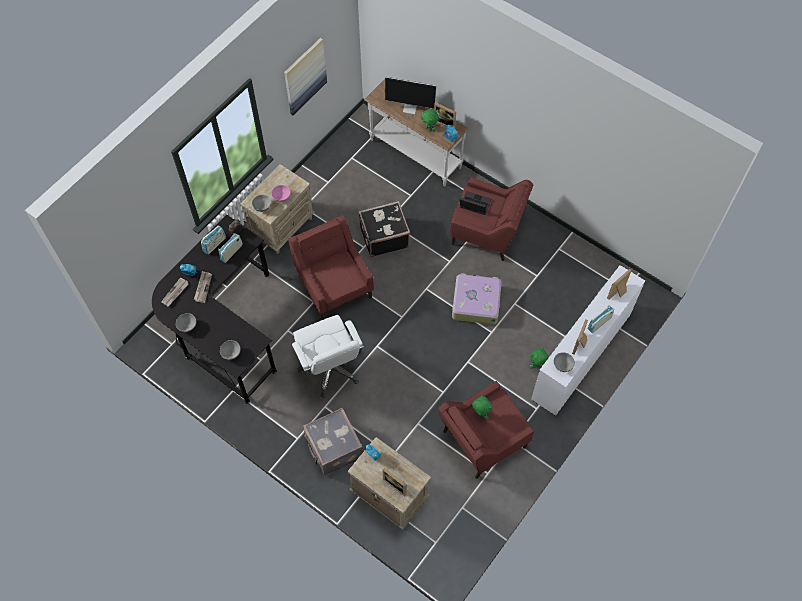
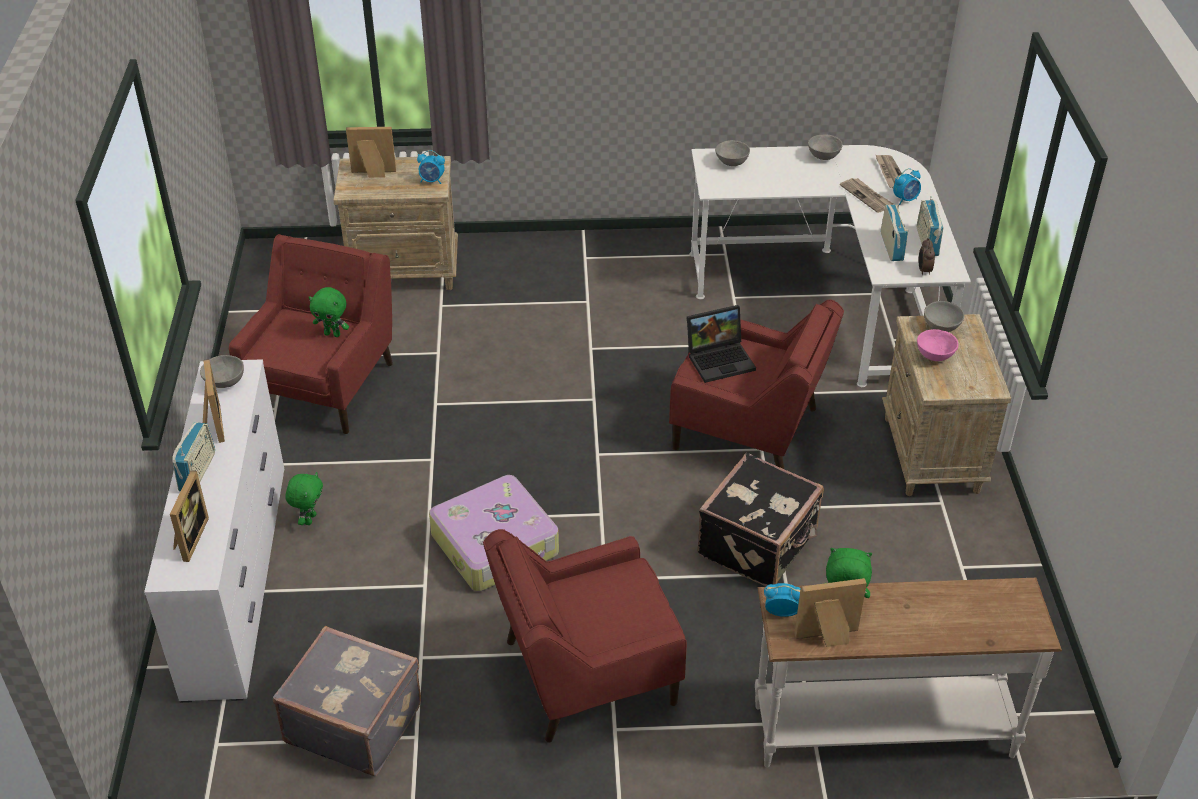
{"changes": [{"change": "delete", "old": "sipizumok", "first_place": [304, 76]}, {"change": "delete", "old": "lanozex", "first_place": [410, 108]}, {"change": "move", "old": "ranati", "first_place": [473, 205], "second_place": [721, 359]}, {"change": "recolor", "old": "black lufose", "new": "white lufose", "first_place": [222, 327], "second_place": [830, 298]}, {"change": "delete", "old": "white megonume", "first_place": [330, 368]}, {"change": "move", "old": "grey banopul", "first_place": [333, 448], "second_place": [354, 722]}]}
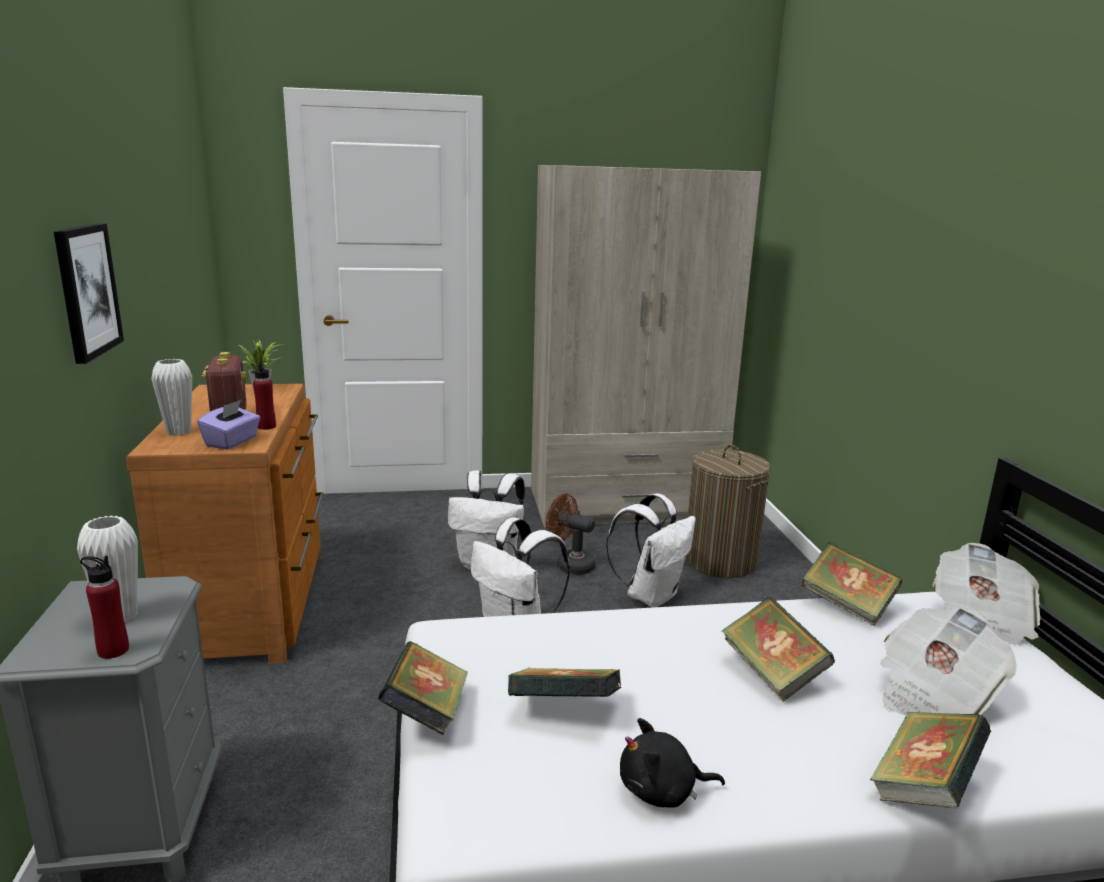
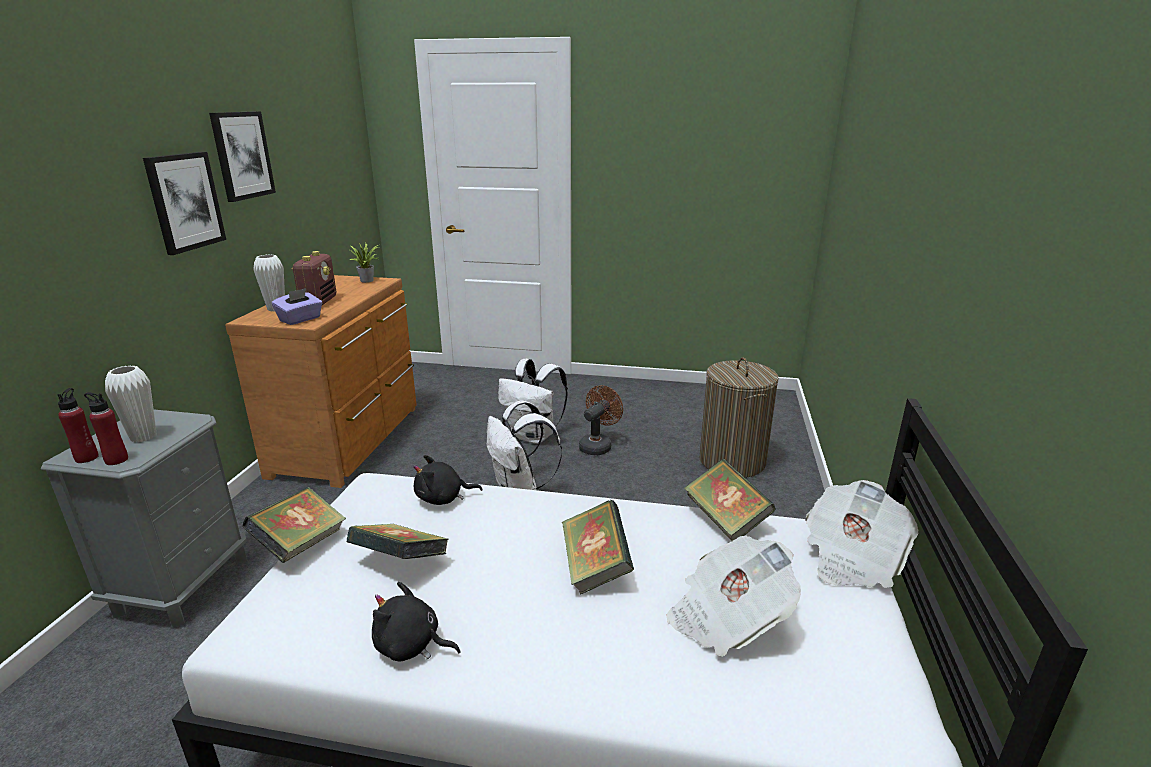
{"changes": [{"change": "delete", "old": "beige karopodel", "first_place": [624, 504]}, {"change": "move", "old": "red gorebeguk", "first_place": [266, 426], "second_place": [87, 458]}, {"change": "rotate", "old": "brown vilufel", "first_place": [570, 564], "second_place": [598, 445], "degrees": 75}, {"change": "delete", "old": "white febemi", "first_place": [651, 595]}, {"change": "delete", "old": "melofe", "first_place": [923, 786]}, {"change": "insert", "new": "sipizumok", "second_place": [242, 155]}, {"change": "insert", "new": "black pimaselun", "second_place": [443, 498]}]}
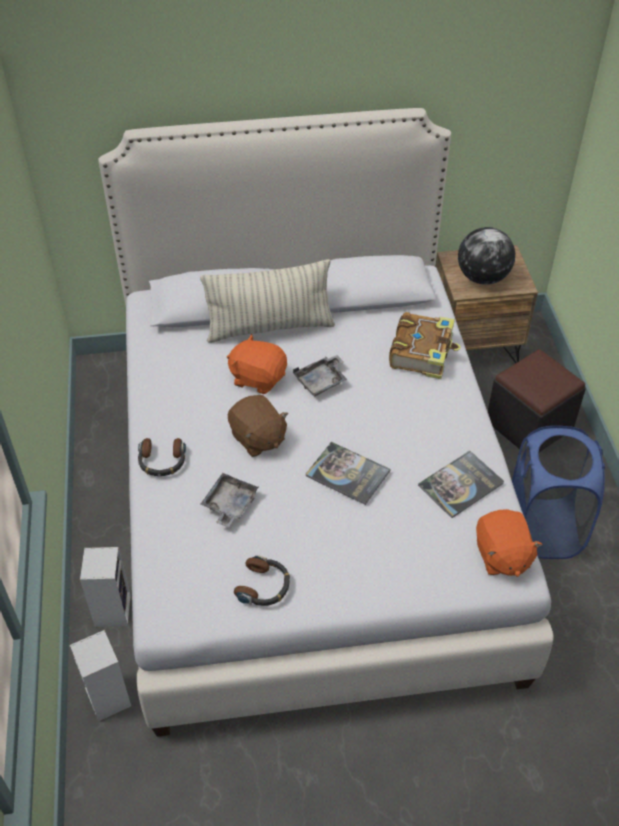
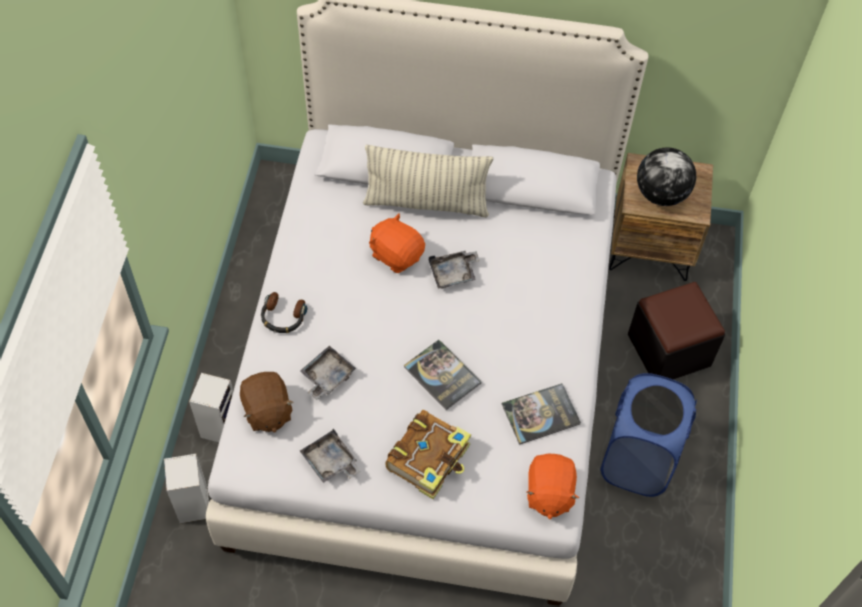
{"changes": [{"change": "move", "old": "melofe", "first_place": [422, 352], "second_place": [429, 458]}, {"change": "move", "old": "brown pimaselun", "first_place": [257, 438], "second_place": [267, 411]}, {"change": "replace", "old": "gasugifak", "new": "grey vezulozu", "first_place": [264, 586], "second_place": [330, 462]}]}
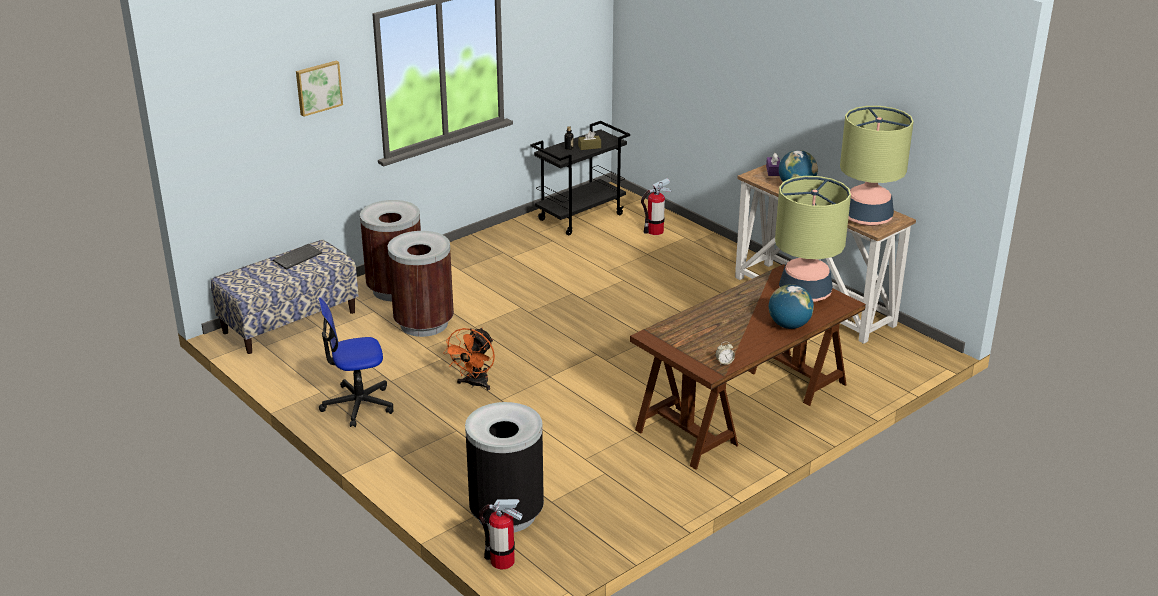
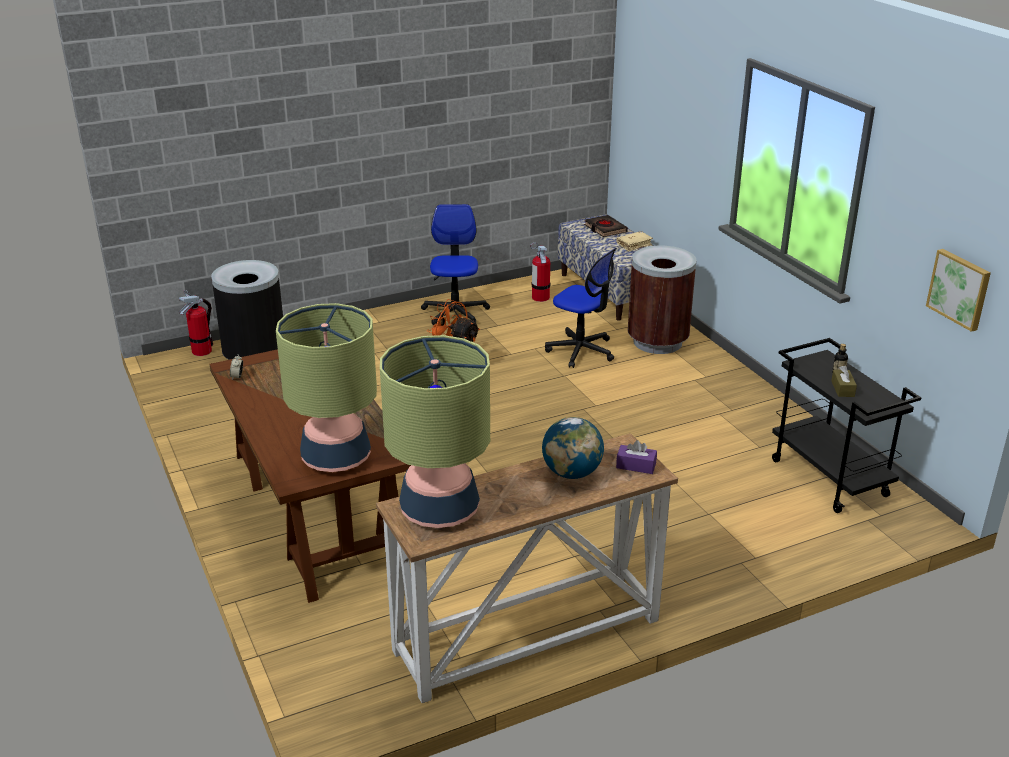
{"changes": [{"change": "move", "old": "sipizumok", "first_place": [318, 87], "second_place": [960, 289]}, {"change": "move", "old": "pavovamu", "first_place": [655, 231], "second_place": [540, 297]}, {"change": "replace", "old": "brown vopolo", "new": "megonume", "first_place": [424, 324], "second_place": [581, 351]}, {"change": "replace", "old": "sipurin", "new": "beige melofe", "first_place": [297, 257], "second_place": [634, 245]}, {"change": "delete", "old": "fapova", "first_place": [789, 325]}, {"change": "insert", "new": "black melofe", "second_place": [605, 229]}]}
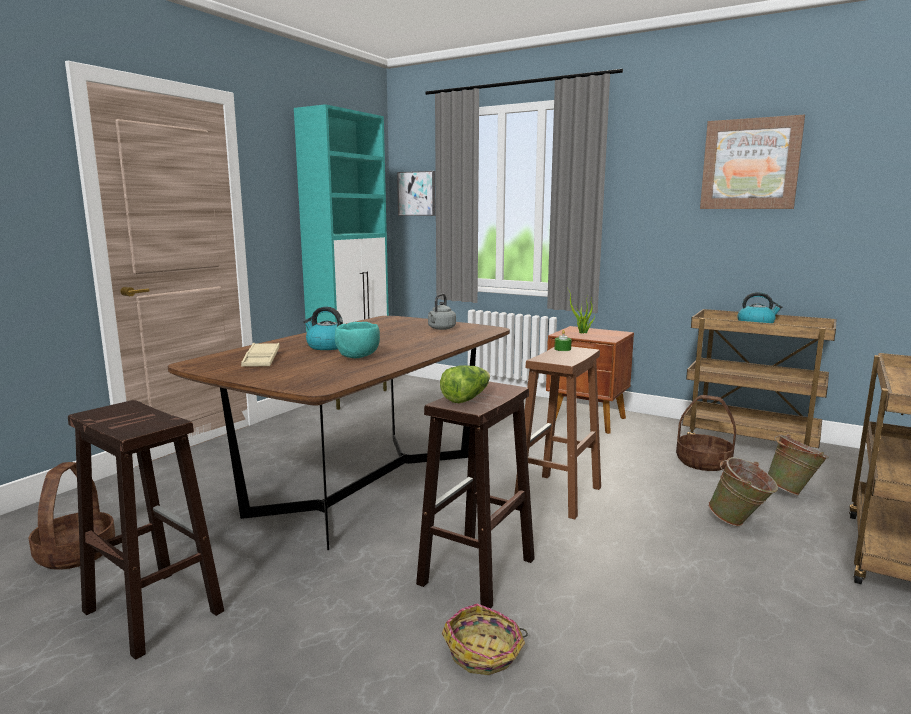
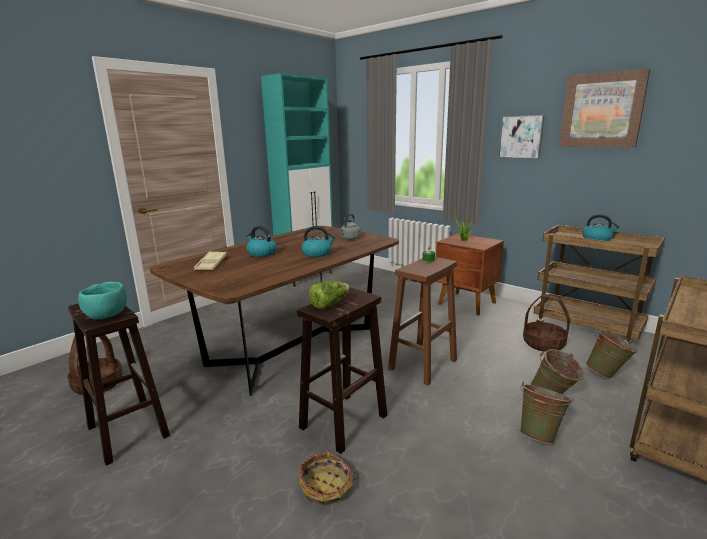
{"changes": [{"change": "move", "old": "sipizumok", "first_place": [417, 193], "second_place": [521, 137]}, {"change": "move", "old": "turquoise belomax", "first_place": [358, 356], "second_place": [108, 315]}, {"change": "insert", "new": "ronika", "second_place": [317, 253]}, {"change": "insert", "new": "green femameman", "second_place": [540, 434]}]}
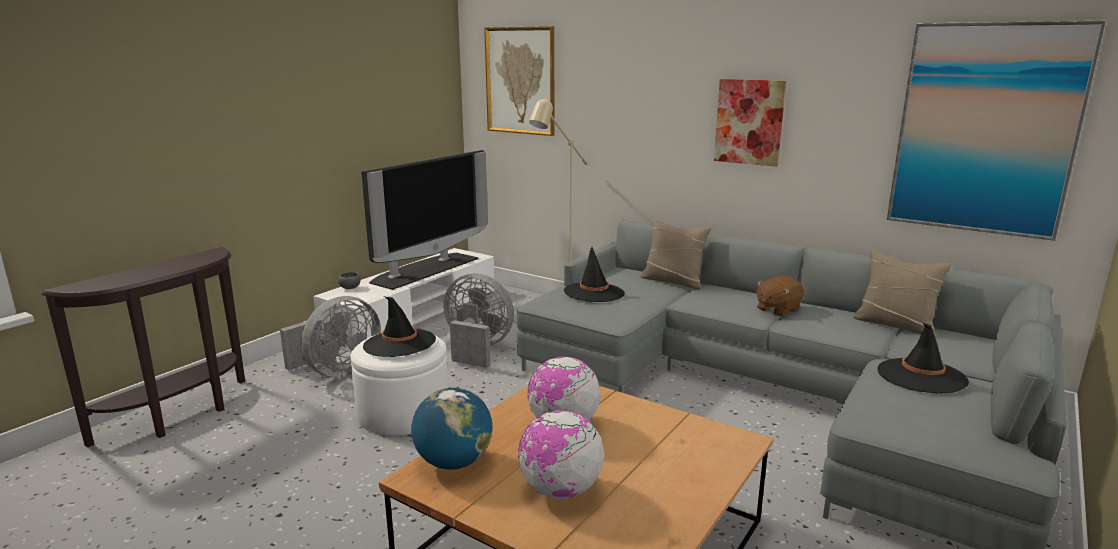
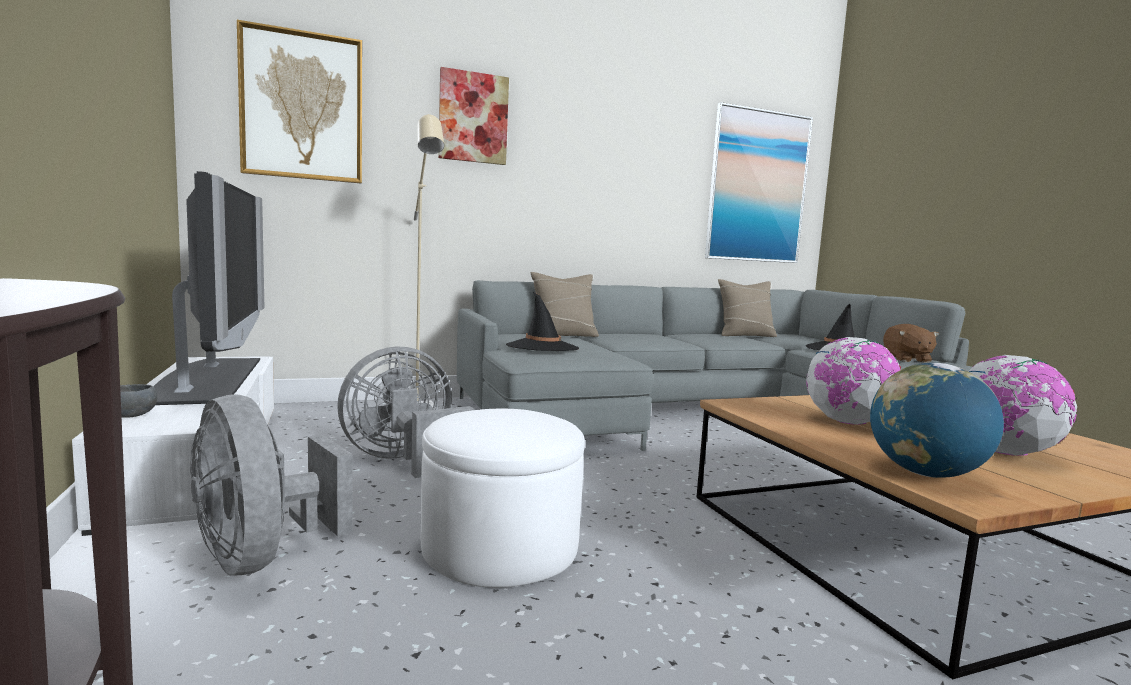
{"changes": [{"change": "move", "old": "sipizumok", "first_place": [749, 122], "second_place": [473, 118]}, {"change": "move", "old": "brown pimaselun", "first_place": [777, 310], "second_place": [906, 359]}, {"change": "rotate", "old": "grey vilufel", "first_place": [337, 372], "second_place": [261, 556], "degrees": 150}, {"change": "delete", "old": "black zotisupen", "first_place": [399, 343]}]}
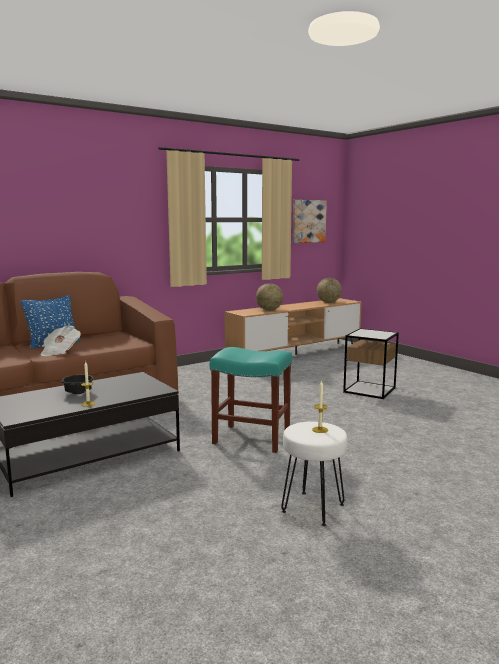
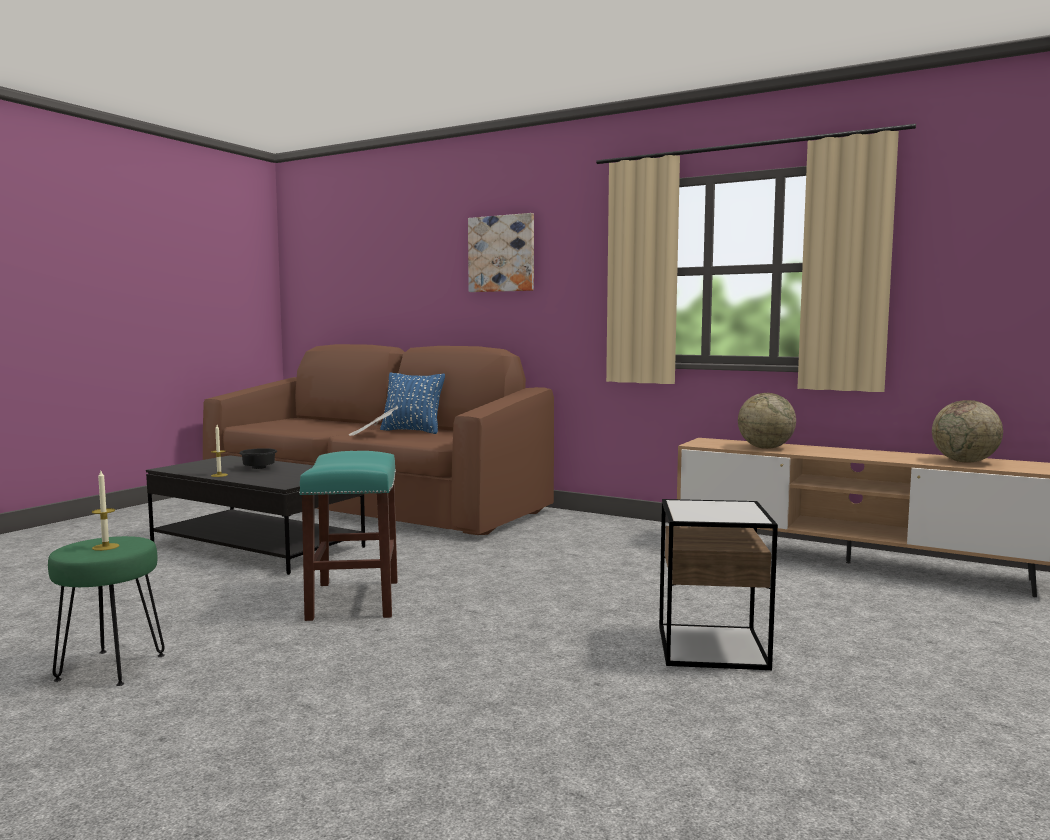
{"changes": [{"change": "move", "old": "sipizumok", "first_place": [308, 221], "second_place": [502, 254]}, {"change": "recolor", "old": "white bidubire", "new": "green bidubire", "first_place": [313, 508], "second_place": [109, 668]}]}
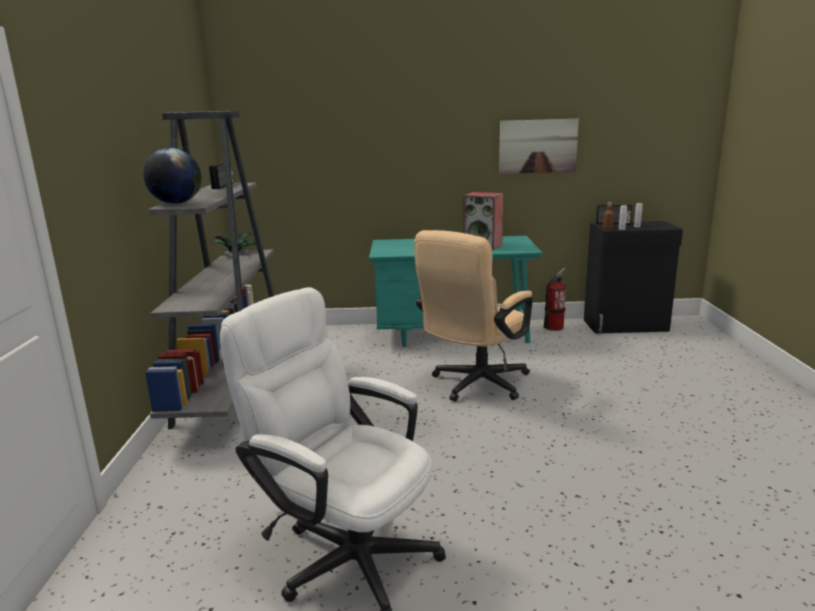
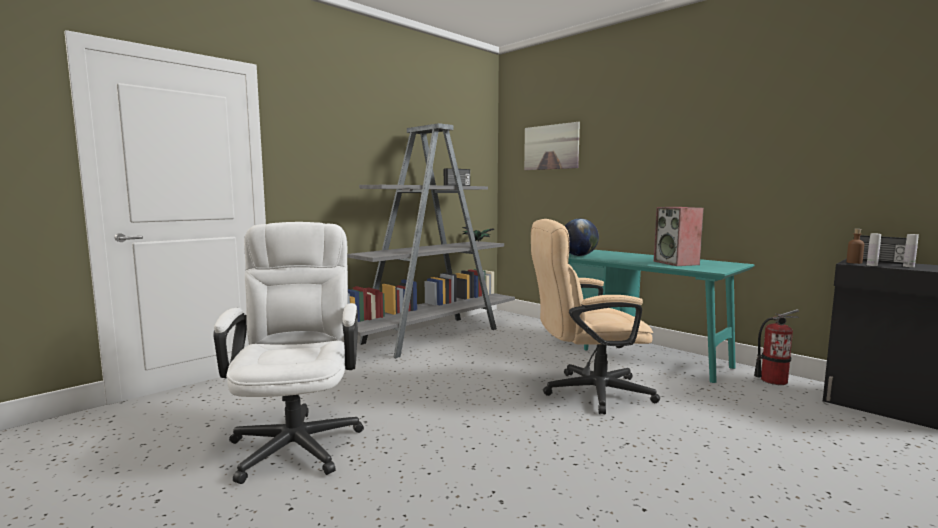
{"changes": [{"change": "move", "old": "sipizumok", "first_place": [538, 146], "second_place": [551, 147]}, {"change": "move", "old": "fapova", "first_place": [176, 203], "second_place": [578, 255]}]}
